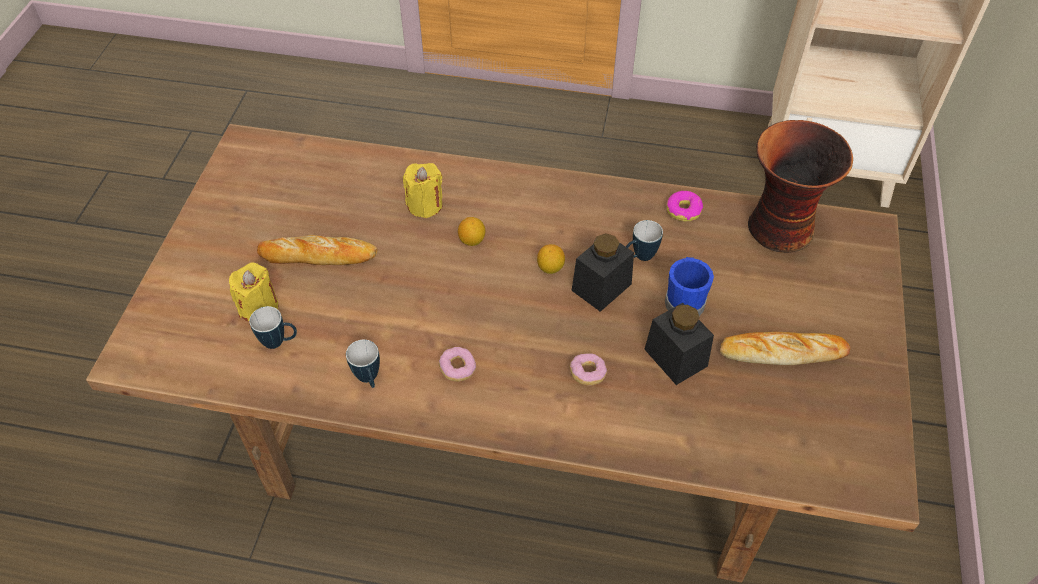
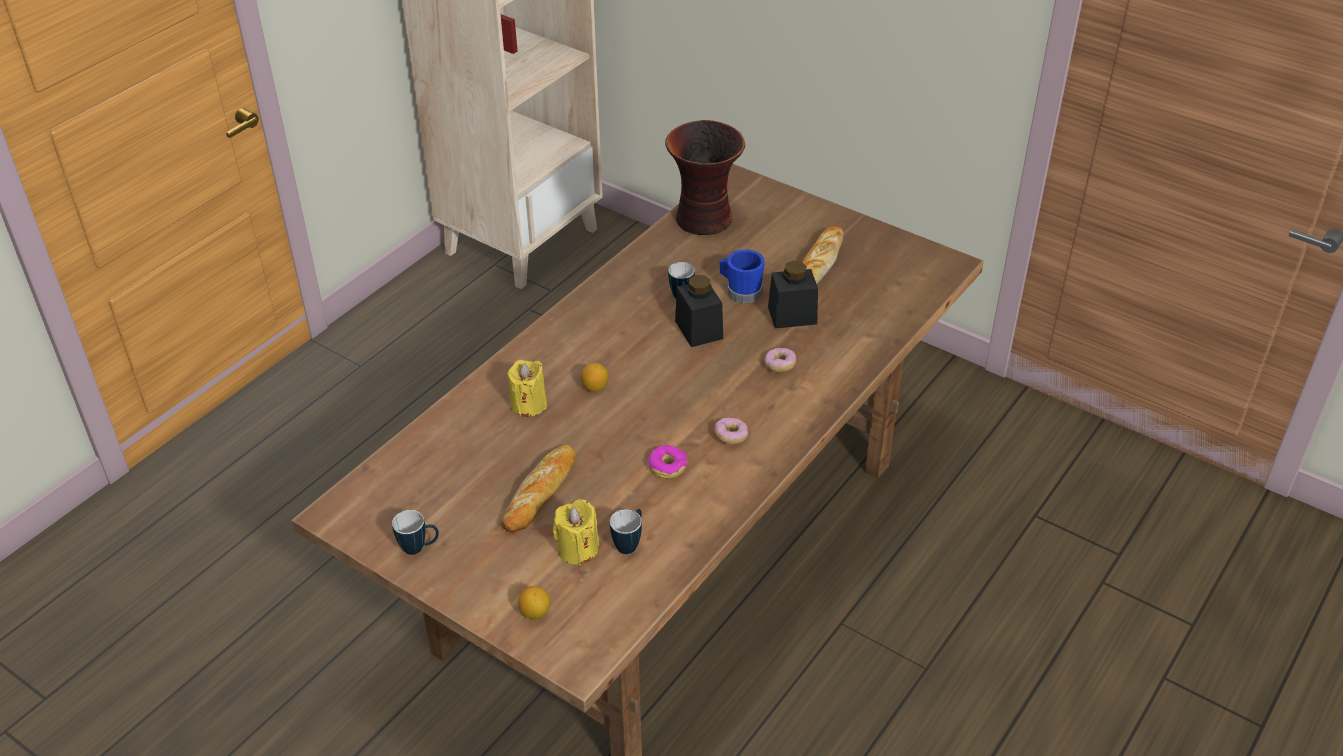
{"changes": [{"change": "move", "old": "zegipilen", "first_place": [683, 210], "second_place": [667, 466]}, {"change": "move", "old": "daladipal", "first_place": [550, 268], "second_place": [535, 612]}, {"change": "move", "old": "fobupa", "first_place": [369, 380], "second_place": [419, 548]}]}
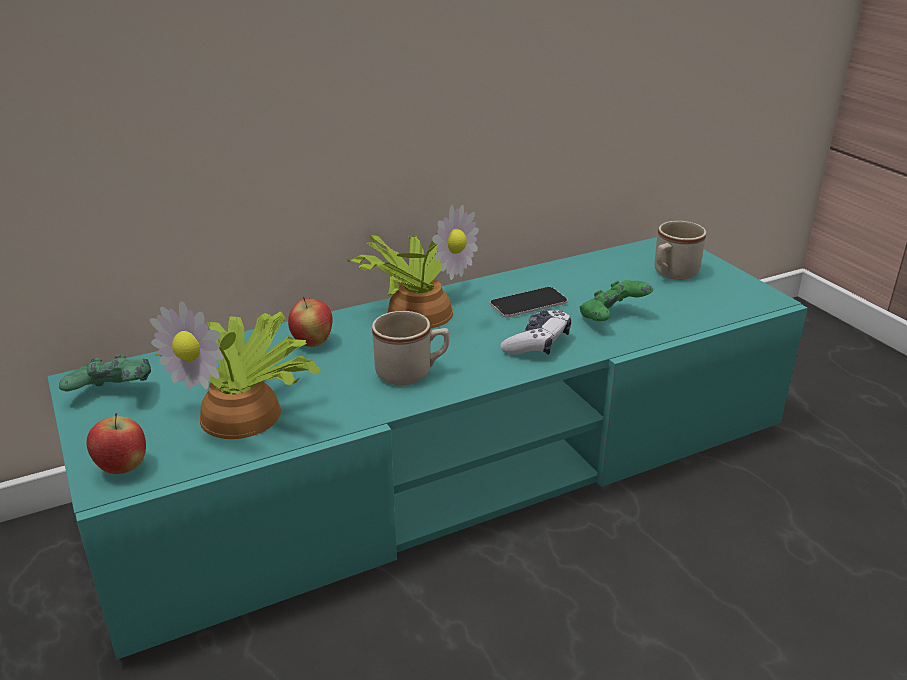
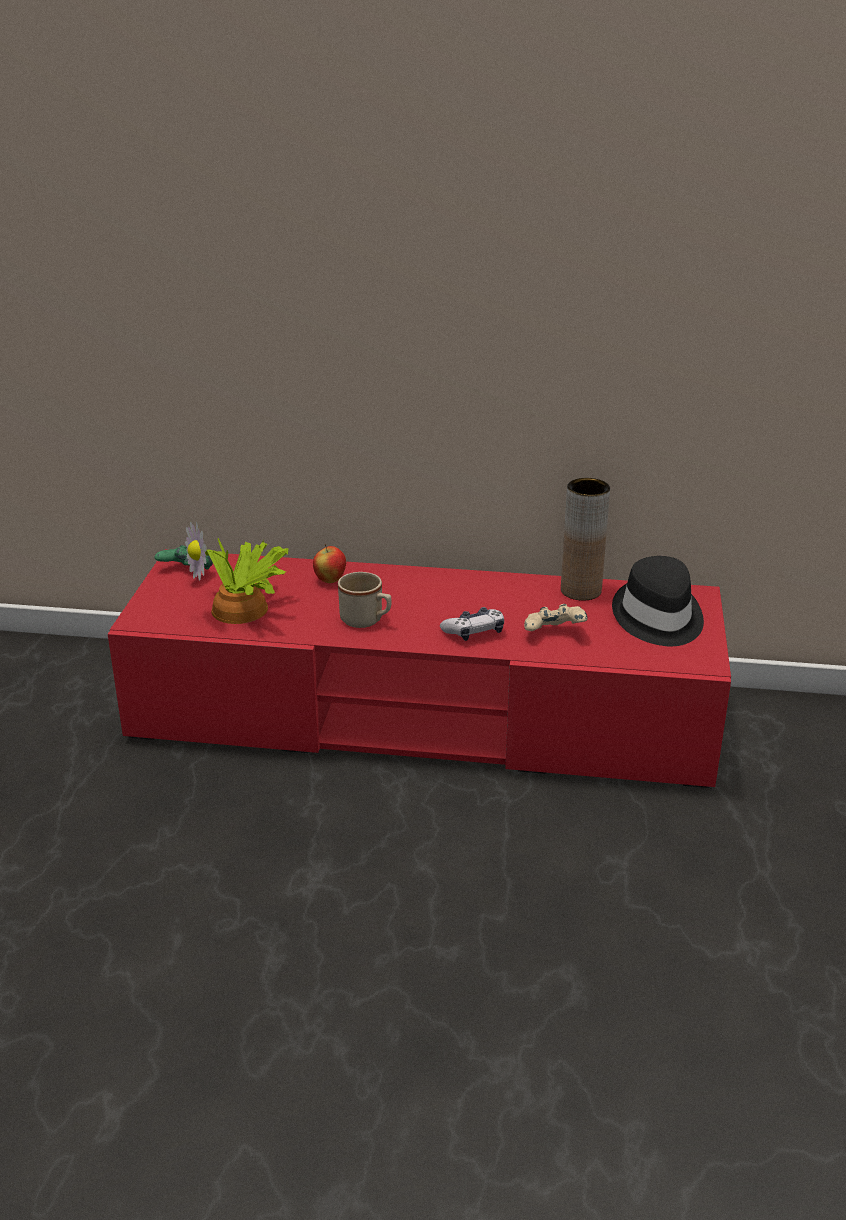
{"changes": [{"change": "delete", "old": "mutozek", "first_place": [418, 310]}, {"change": "replace", "old": "beige fobupa", "new": "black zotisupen", "first_place": [672, 274], "second_place": [657, 618]}, {"change": "recolor", "old": "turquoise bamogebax", "new": "red bamogebax", "first_place": [453, 467], "second_place": [423, 716]}, {"change": "recolor", "old": "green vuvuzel", "new": "beige vuvuzel", "first_place": [612, 318], "second_place": [554, 634]}, {"change": "delete", "old": "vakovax", "first_place": [528, 303]}, {"change": "delete", "old": "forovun", "first_place": [122, 468]}, {"change": "insert", "new": "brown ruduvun", "second_place": [581, 591]}]}
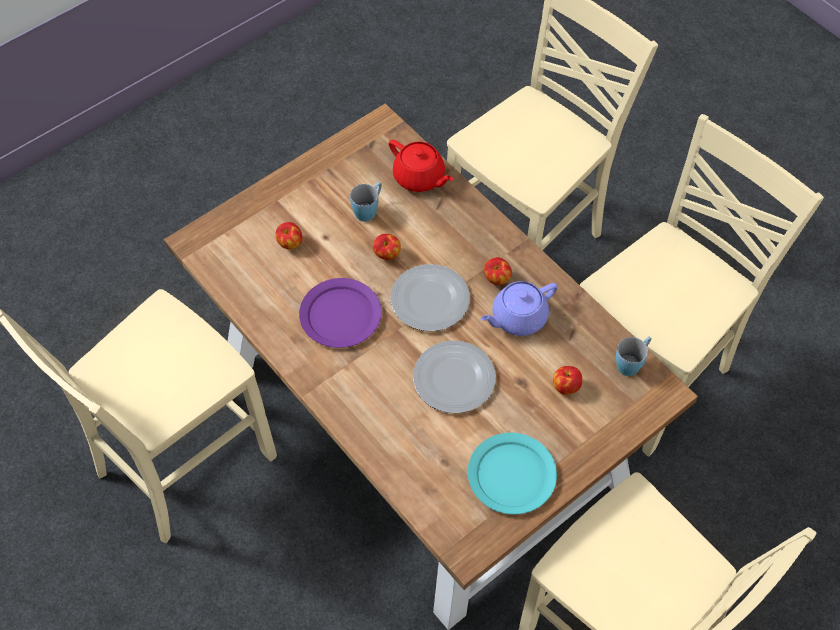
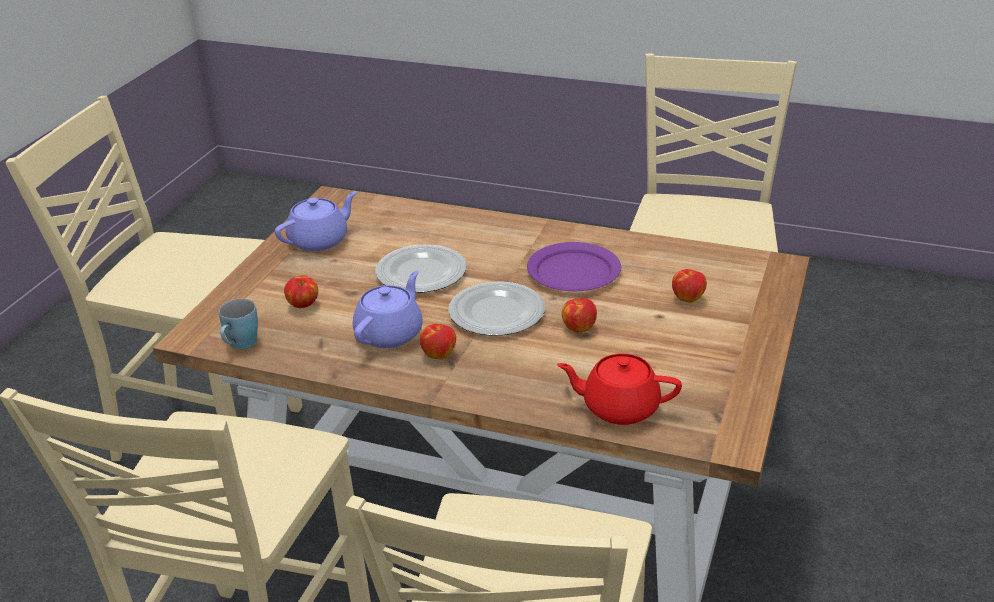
{"changes": [{"change": "delete", "old": "blue fobupa", "first_place": [368, 209]}, {"change": "replace", "old": "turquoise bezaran", "new": "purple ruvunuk", "first_place": [512, 475], "second_place": [320, 240]}]}
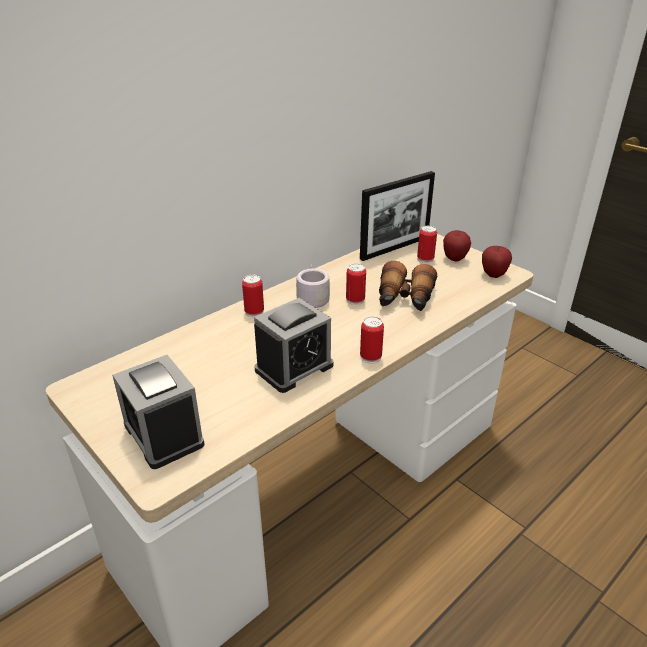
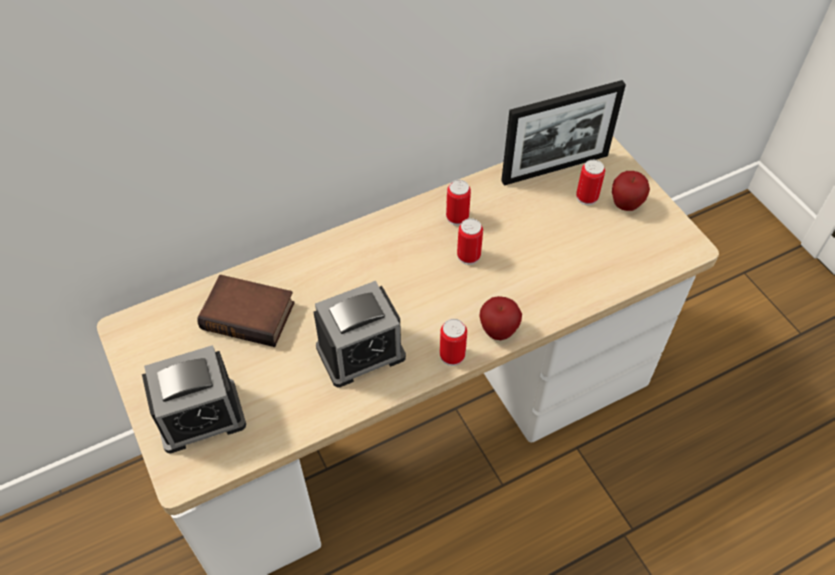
{"changes": [{"change": "move", "old": "forovun", "first_place": [493, 275], "second_place": [498, 331]}, {"change": "delete", "old": "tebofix", "first_place": [404, 299]}, {"change": "delete", "old": "grey fobupa", "first_place": [310, 298]}, {"change": "move", "old": "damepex", "first_place": [254, 312], "second_place": [457, 217]}, {"change": "rotate", "old": "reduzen", "first_place": [163, 434], "second_place": [200, 416], "degrees": -90}, {"change": "insert", "new": "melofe", "second_place": [250, 314]}]}
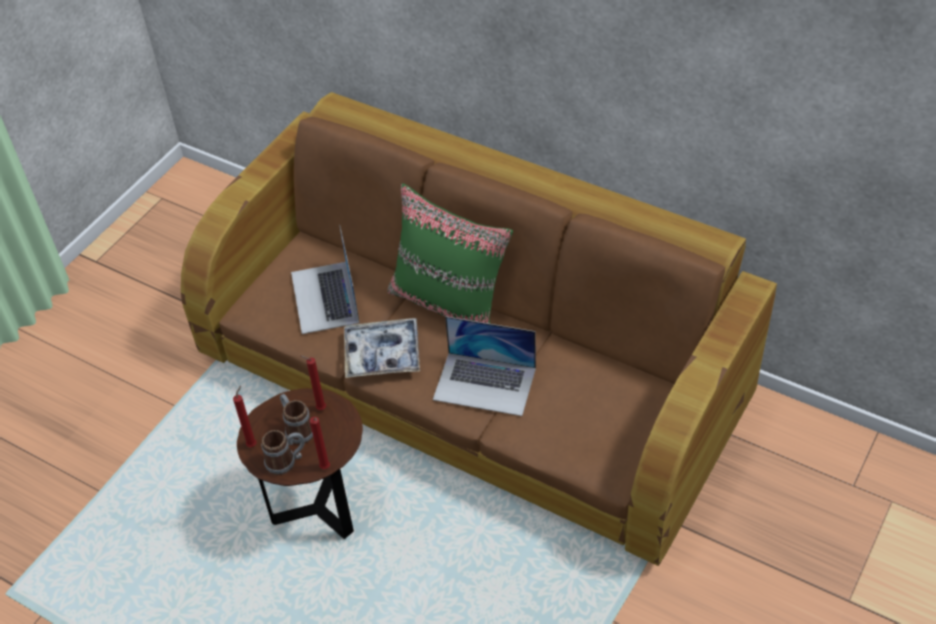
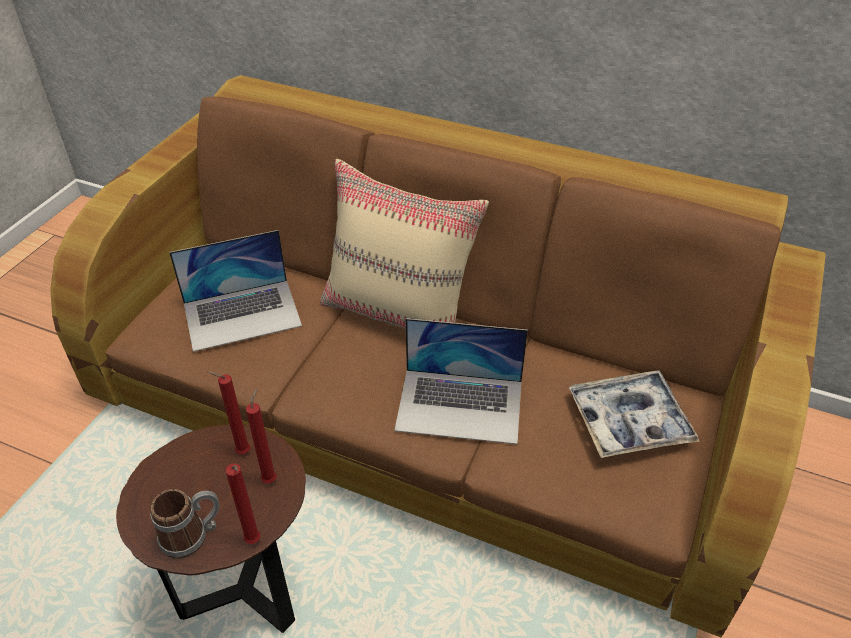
{"changes": [{"change": "recolor", "old": "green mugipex", "new": "beige mugipex", "first_place": [450, 303], "second_place": [399, 313]}, {"change": "rotate", "old": "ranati", "first_place": [325, 297], "second_place": [242, 314], "degrees": -90}, {"change": "move", "old": "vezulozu", "first_place": [382, 354], "second_place": [629, 421]}, {"change": "move", "old": "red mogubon", "first_place": [253, 444], "second_place": [271, 478]}, {"change": "delete", "old": "fobupa", "first_place": [297, 429]}]}
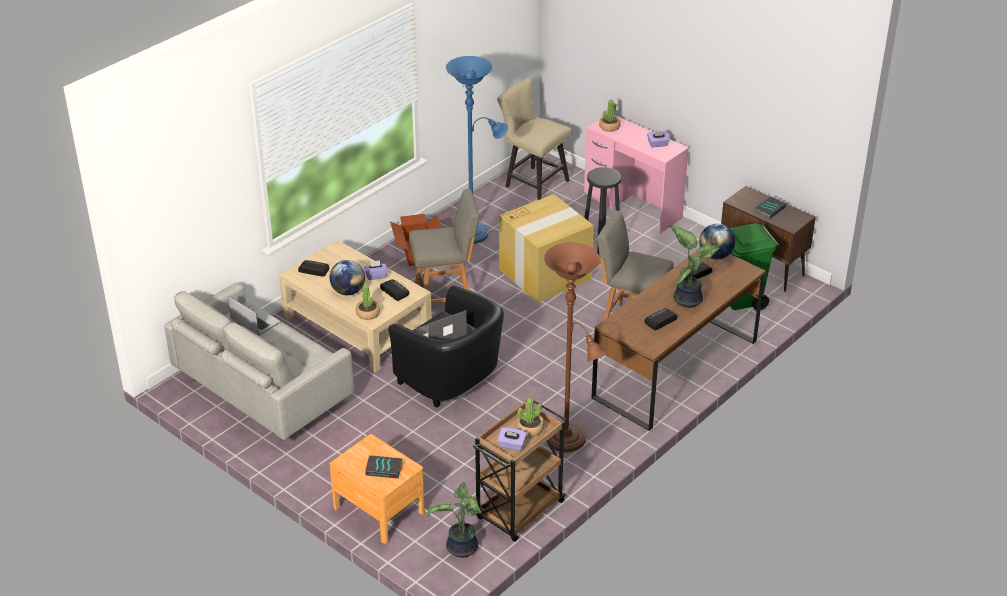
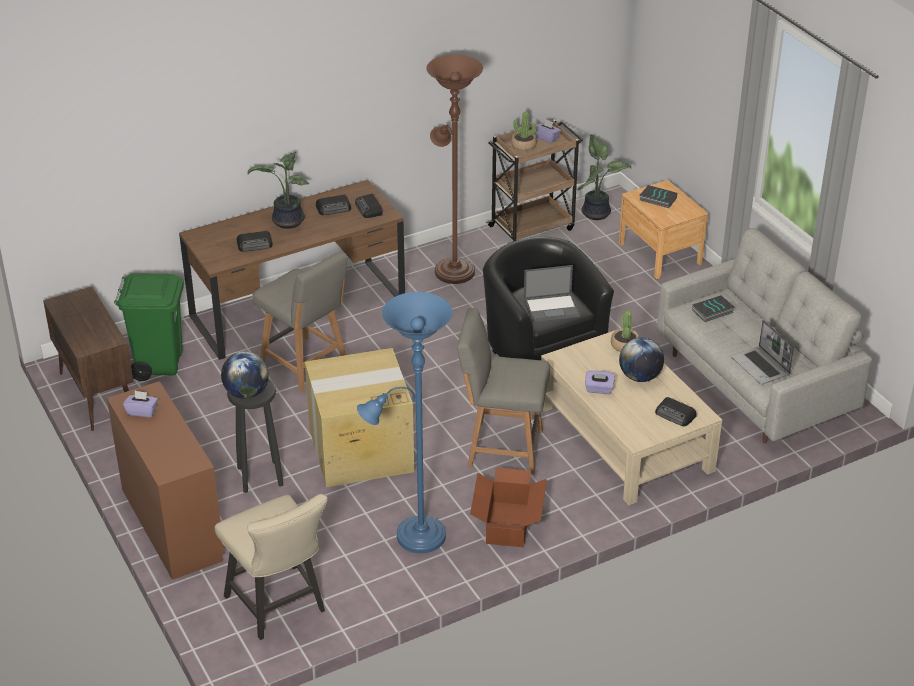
{"changes": [{"change": "delete", "old": "mutozek", "first_place": [609, 127]}, {"change": "recolor", "old": "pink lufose", "new": "brown lufose", "first_place": [633, 207], "second_place": [171, 524]}, {"change": "move", "old": "melofe", "first_place": [769, 209], "second_place": [712, 312]}, {"change": "move", "old": "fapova", "first_place": [715, 256], "second_place": [246, 393]}, {"change": "move", "old": "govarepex", "first_place": [394, 291], "second_place": [369, 209]}]}
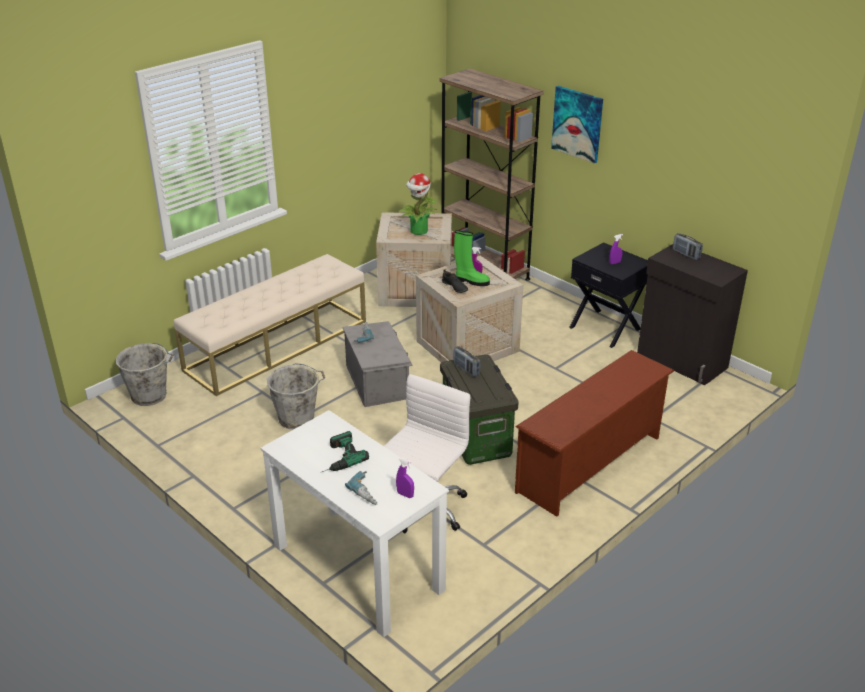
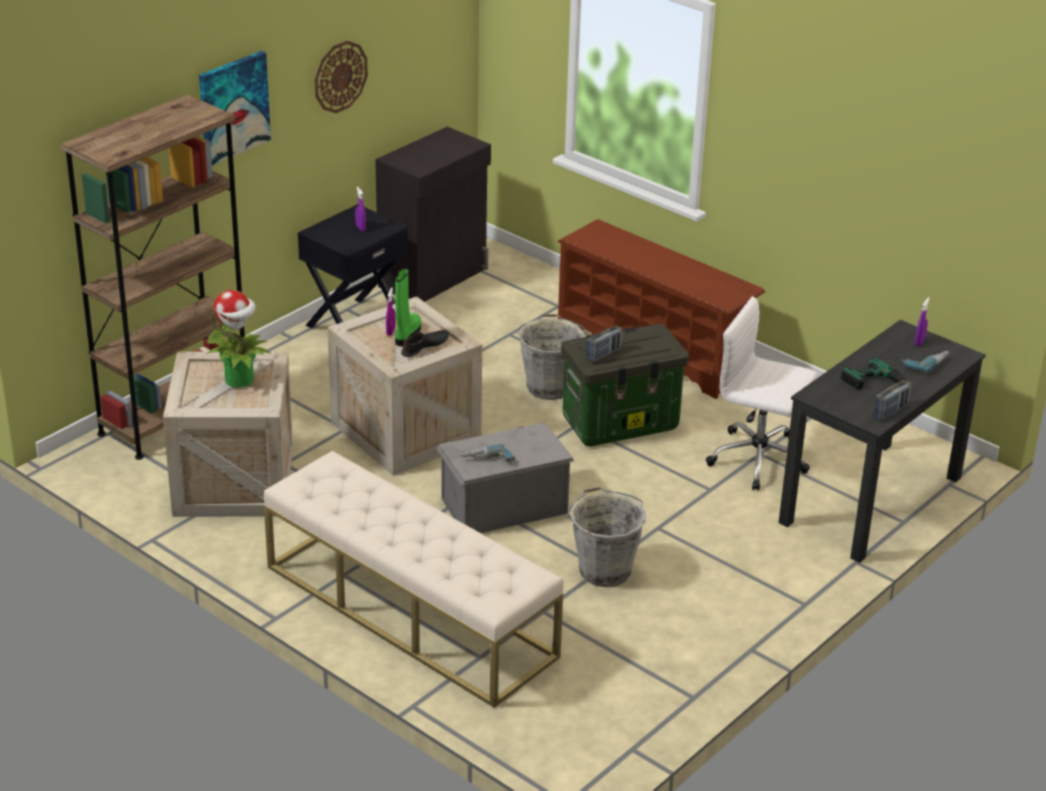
{"changes": [{"change": "move", "old": "govarepex", "first_place": [686, 254], "second_place": [890, 412]}, {"change": "move", "old": "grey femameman", "first_place": [150, 396], "second_place": [549, 386]}, {"change": "recolor", "old": "white lufose", "new": "black lufose", "first_place": [357, 567], "second_place": [871, 500]}, {"change": "insert", "new": "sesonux", "second_place": [340, 76]}]}
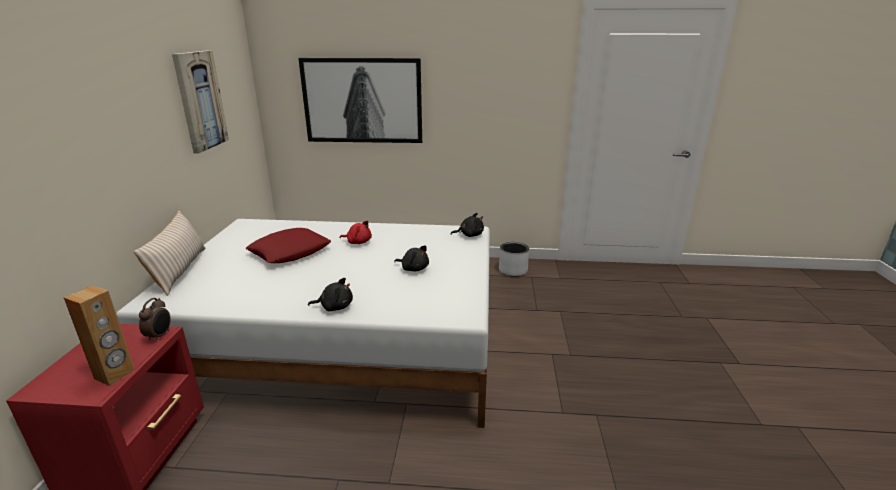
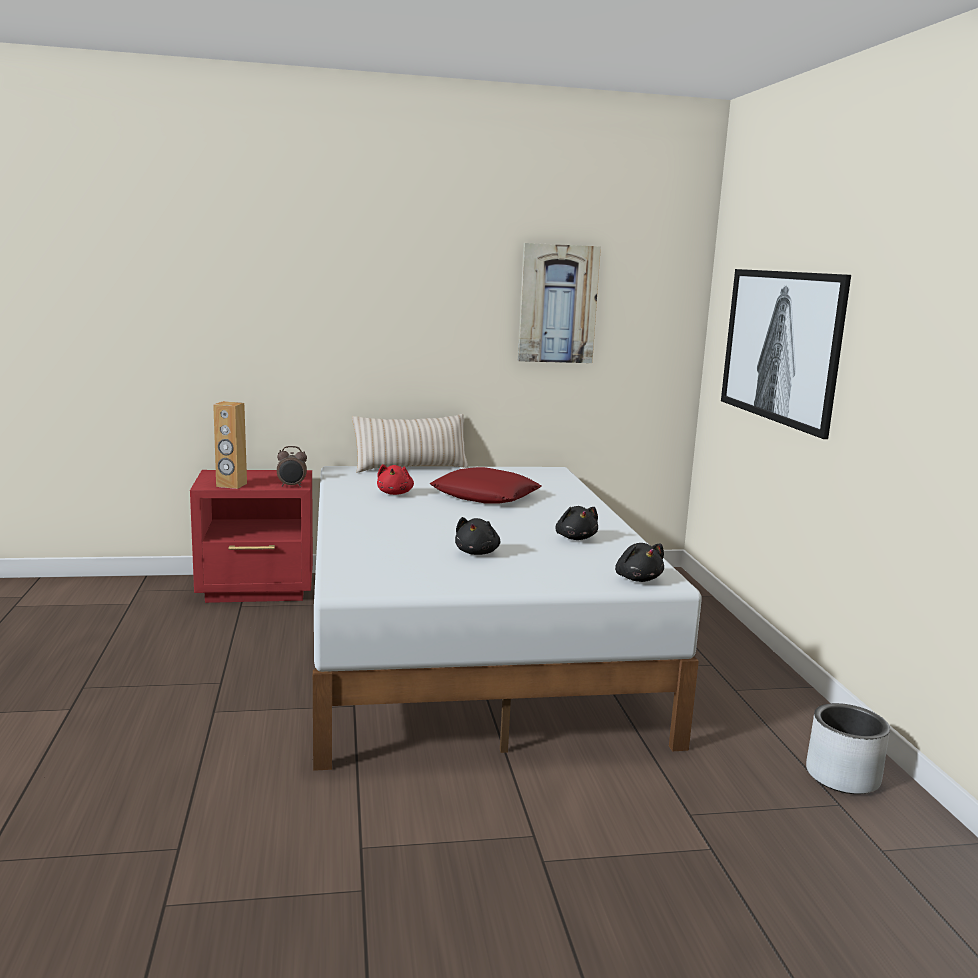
{"changes": [{"change": "move", "old": "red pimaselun", "first_place": [358, 242], "second_place": [395, 493]}, {"change": "move", "old": "black pimaselun", "first_place": [335, 307], "second_place": [575, 538]}]}
